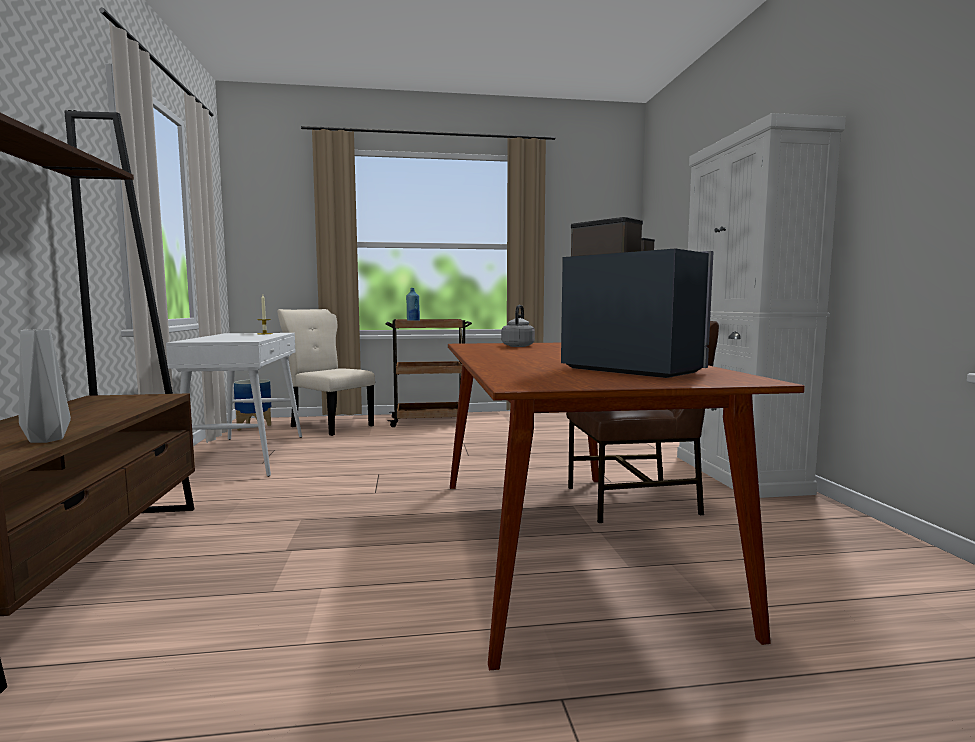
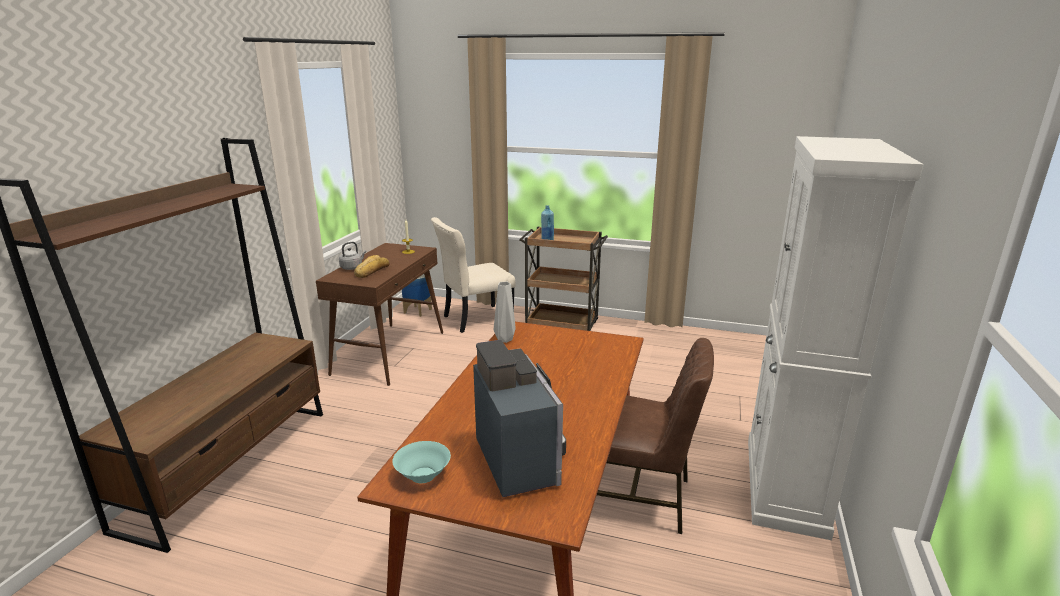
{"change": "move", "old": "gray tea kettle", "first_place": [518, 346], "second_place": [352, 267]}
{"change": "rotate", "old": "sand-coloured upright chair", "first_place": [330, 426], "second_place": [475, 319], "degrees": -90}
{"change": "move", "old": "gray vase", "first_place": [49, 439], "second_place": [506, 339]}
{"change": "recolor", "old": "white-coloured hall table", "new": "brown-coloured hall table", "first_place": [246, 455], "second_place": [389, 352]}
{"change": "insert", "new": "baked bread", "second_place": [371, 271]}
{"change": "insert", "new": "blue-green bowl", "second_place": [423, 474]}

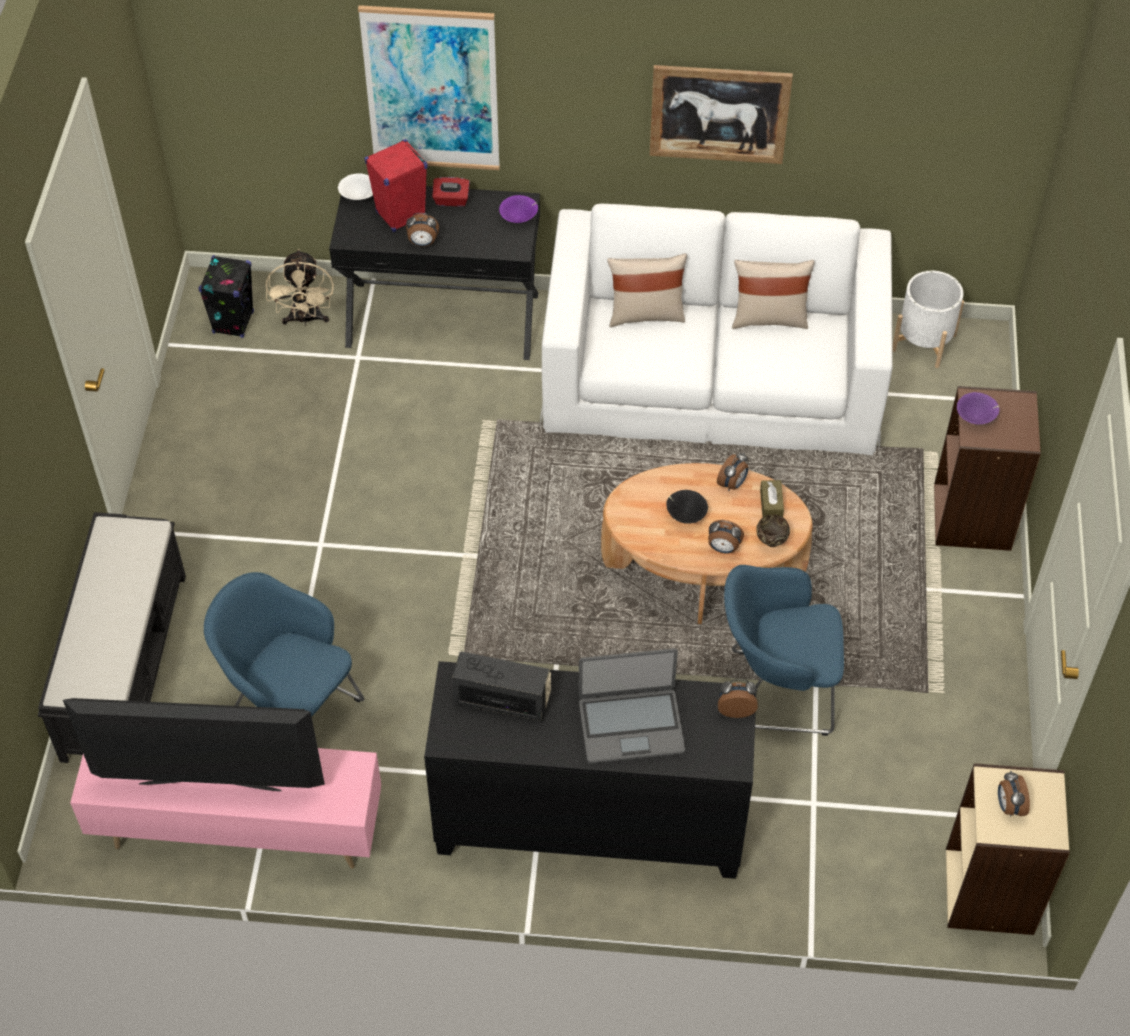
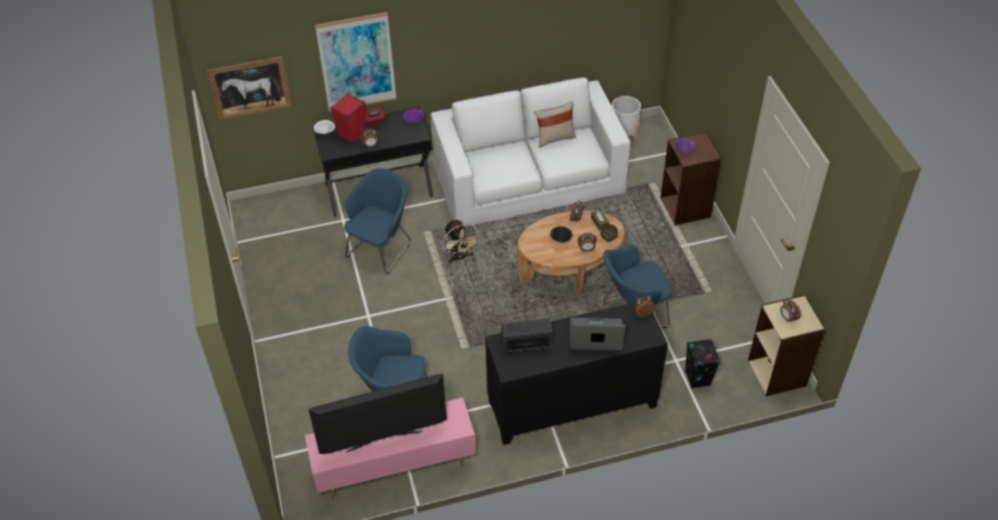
{"change": "move", "old": "wall picture", "first_place": [719, 113], "second_place": [250, 87]}
{"change": "move", "old": "sand-coloured electric fan", "first_place": [305, 319], "second_place": [460, 257]}
{"change": "delete", "old": "sand-coloured cushion", "first_place": [646, 314]}
{"change": "move", "old": "black-coloured audio speaker", "first_place": [233, 322], "second_place": [697, 378]}
{"change": "delete", "old": "black-coloured long seat", "first_place": [125, 664]}
{"change": "rotate", "old": "laptop", "first_place": [631, 725], "second_place": [596, 336], "degrees": -150}
{"change": "insert", "new": "blue armchair", "second_place": [381, 248]}

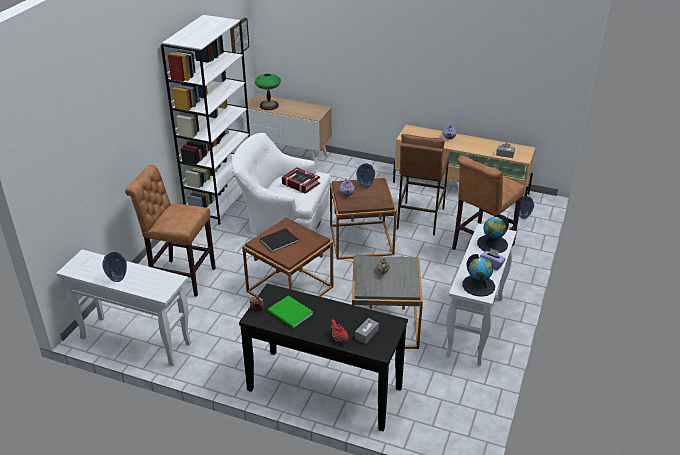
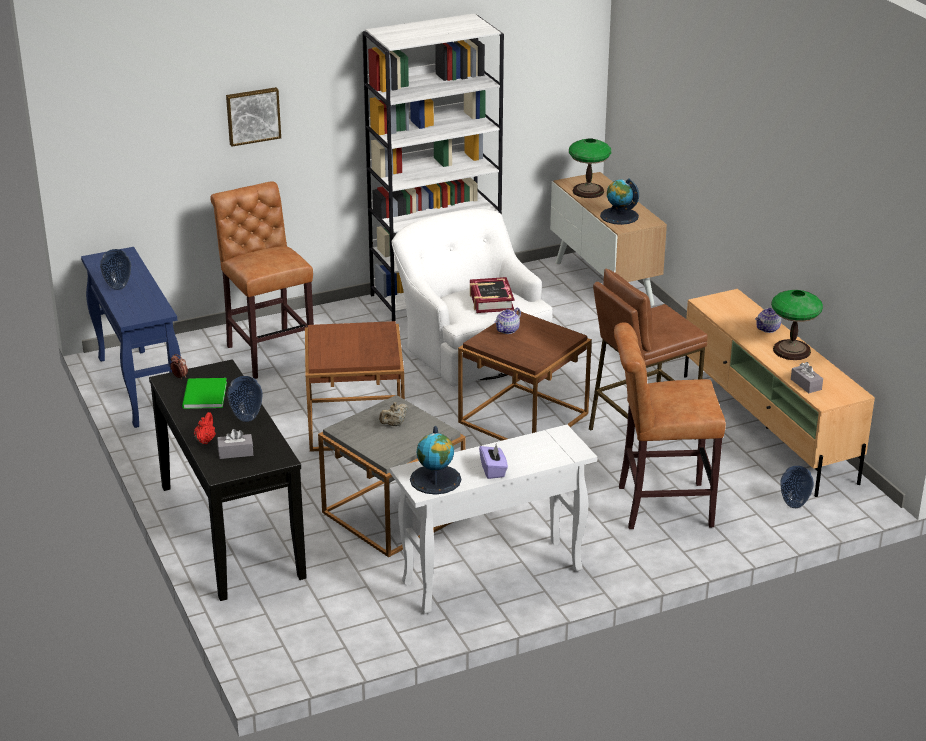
{"change": "move", "old": "wall picture", "first_place": [238, 37], "second_place": [253, 115]}
{"change": "move", "old": "vase", "first_place": [365, 186], "second_place": [247, 418]}
{"change": "move", "old": "desk globe", "first_place": [492, 244], "second_place": [619, 216]}
{"change": "delete", "old": "black-coloured bound book", "first_place": [277, 241]}
{"change": "recolor", "old": "white-coloured hall table", "new": "blue hall table", "first_place": [134, 341], "second_place": [138, 387]}
{"change": "insert", "new": "table lamp", "second_place": [791, 350]}

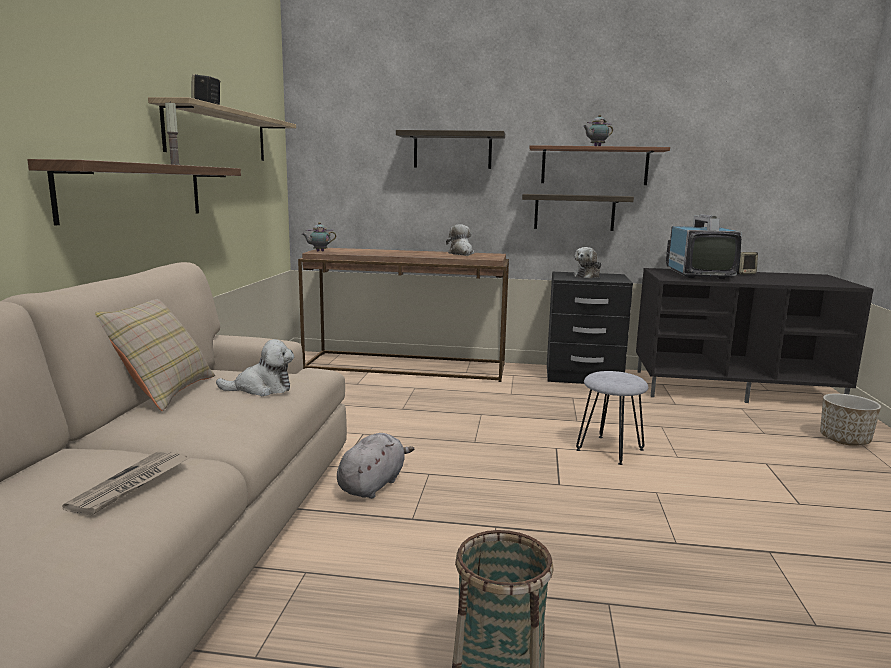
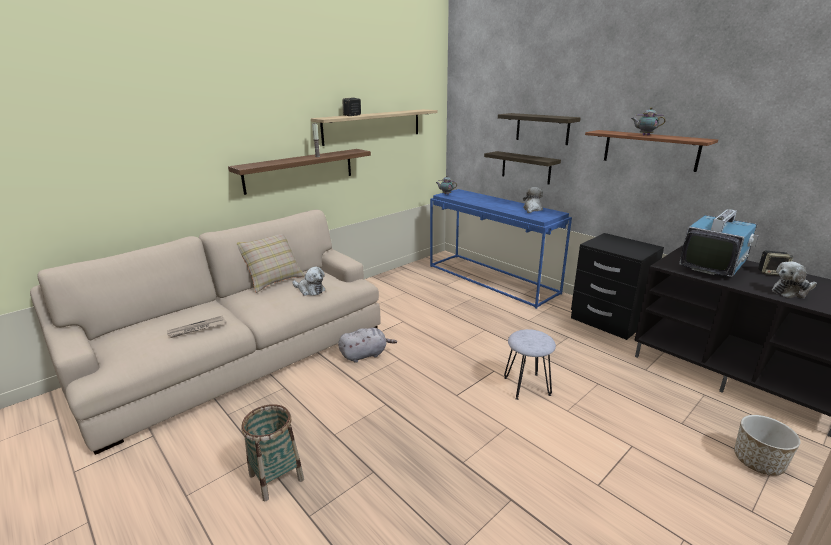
{"change": "move", "old": "shelf", "first_place": [574, 212], "second_place": [526, 167]}
{"change": "move", "old": "cuddly toy", "first_place": [587, 276], "second_place": [791, 292]}
{"change": "recolor", "old": "brown-coloured hall table", "new": "blue hall table", "first_place": [407, 366], "second_place": [492, 279]}

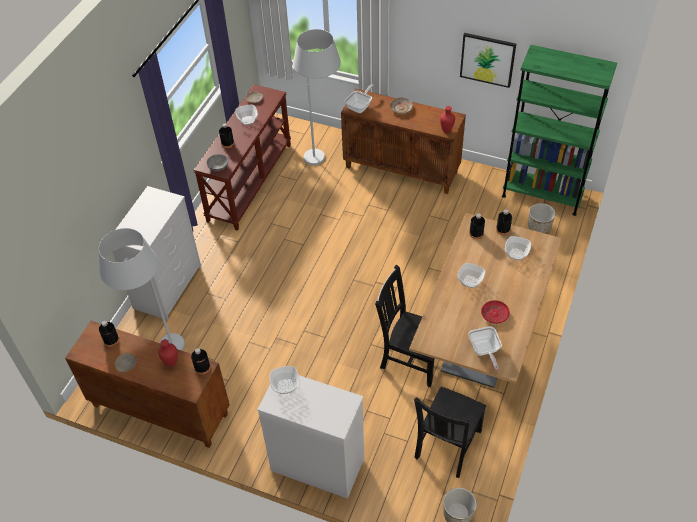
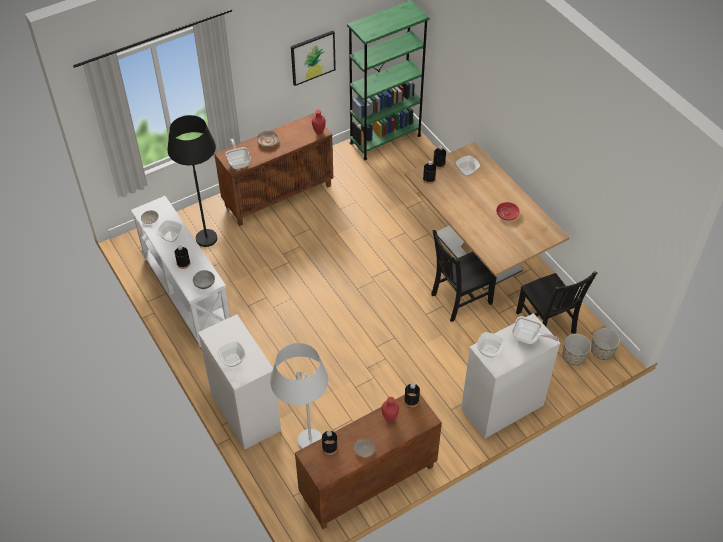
{"change": "recolor", "old": "white-coloured standard lamp", "new": "black-coloured standard lamp", "first_place": [322, 151], "second_place": [206, 229]}
{"change": "recolor", "old": "brown-coloured hall table", "new": "white-coloured hall table", "first_place": [249, 181], "second_place": [186, 294]}
{"change": "move", "old": "plant pot", "first_place": [539, 227], "second_place": [574, 357]}
{"change": "move", "old": "bowl", "first_place": [469, 282], "second_place": [232, 360]}
{"change": "move", "old": "pan", "first_place": [484, 350], "second_place": [528, 338]}

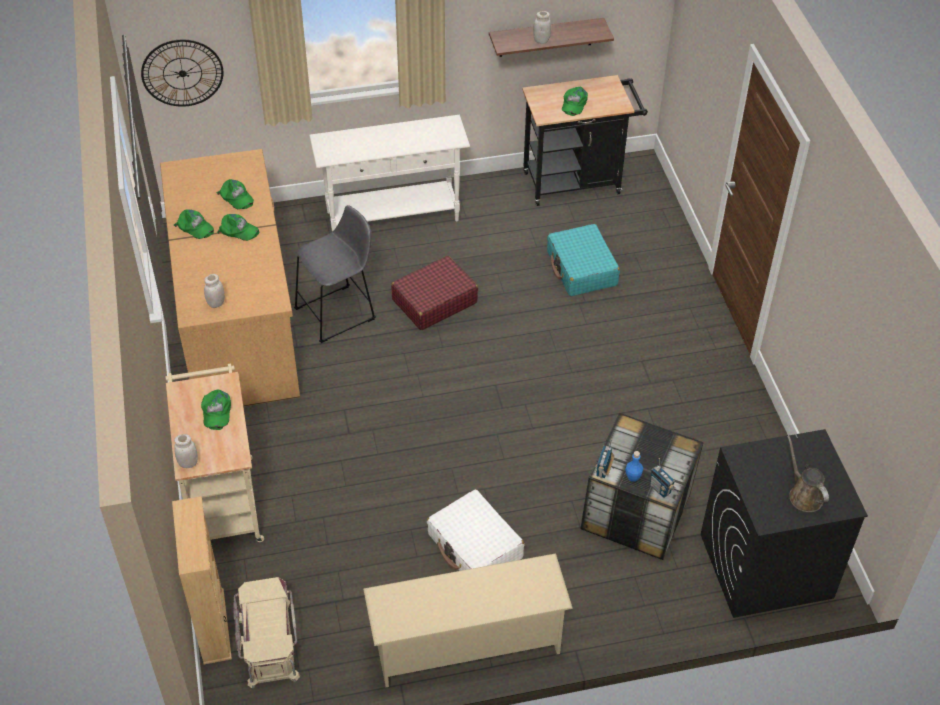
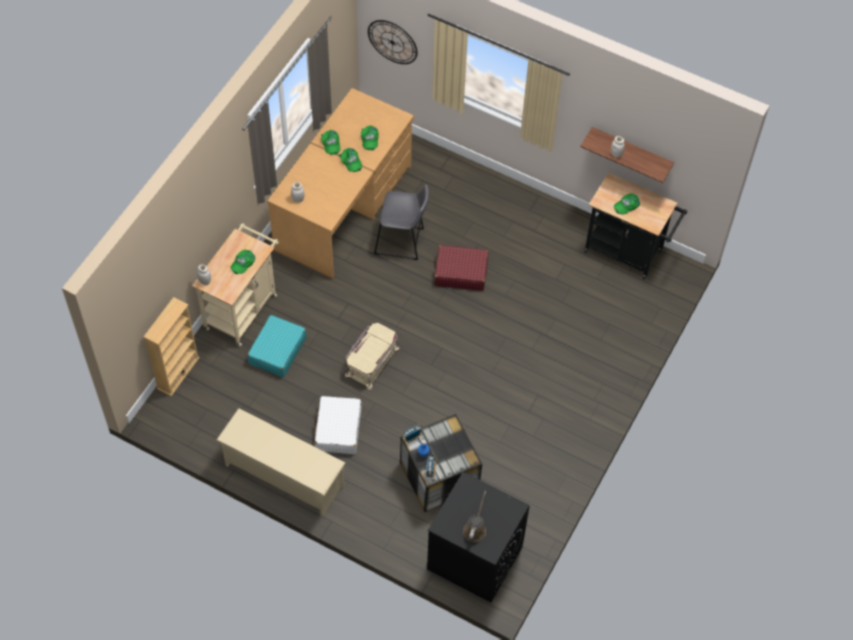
{"change": "delete", "old": "white-coloured hall table", "first_place": [393, 216]}
{"change": "move", "old": "blue-green travel case", "first_place": [581, 269], "second_place": [277, 351]}
{"change": "move", "old": "sand-coloured storage container", "first_place": [268, 642], "second_place": [371, 361]}

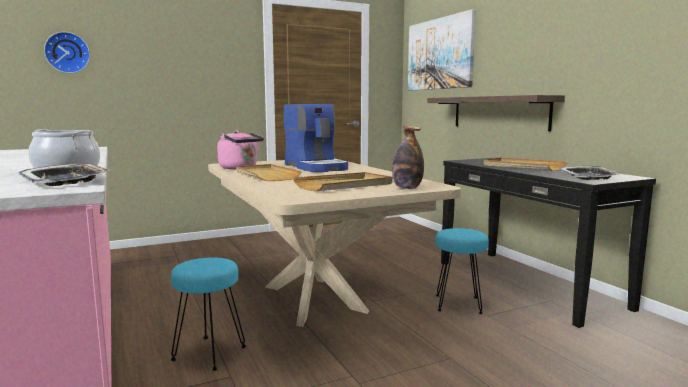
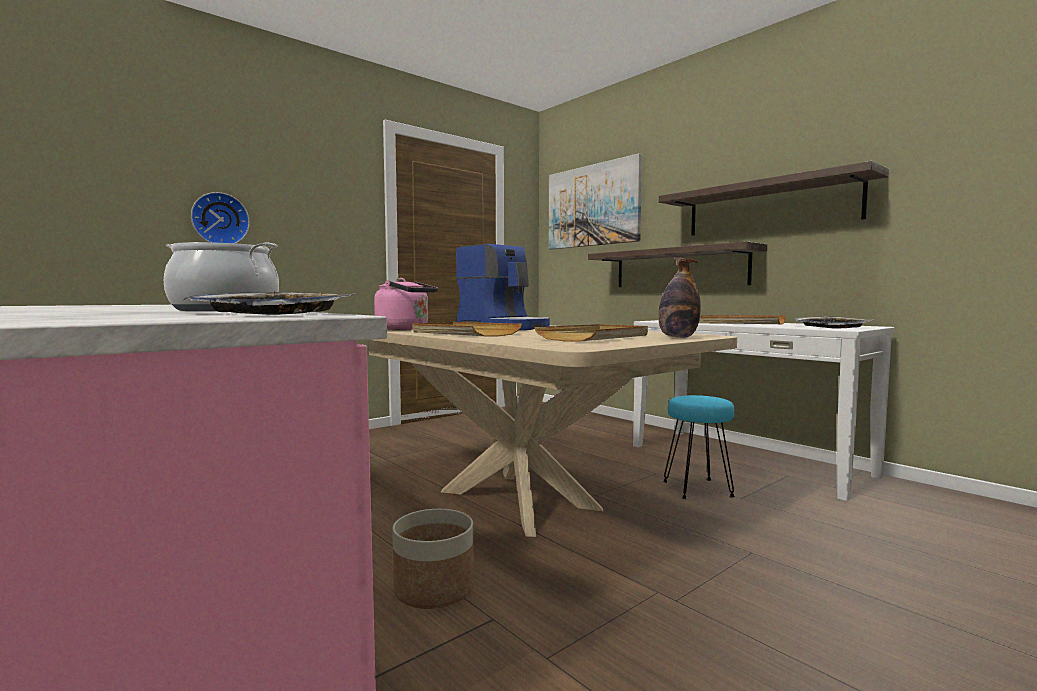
{"change": "move", "old": "wall clock", "first_place": [67, 53], "second_place": [219, 219]}
{"change": "recolor", "old": "black-coloured hall table", "new": "white-coloured hall table", "first_place": [527, 283], "second_place": [746, 460]}
{"change": "replace", "old": "blue-green sitting stool", "new": "plant pot", "first_place": [209, 353], "second_place": [433, 589]}
{"change": "insert", "new": "shelf", "second_place": [769, 207]}

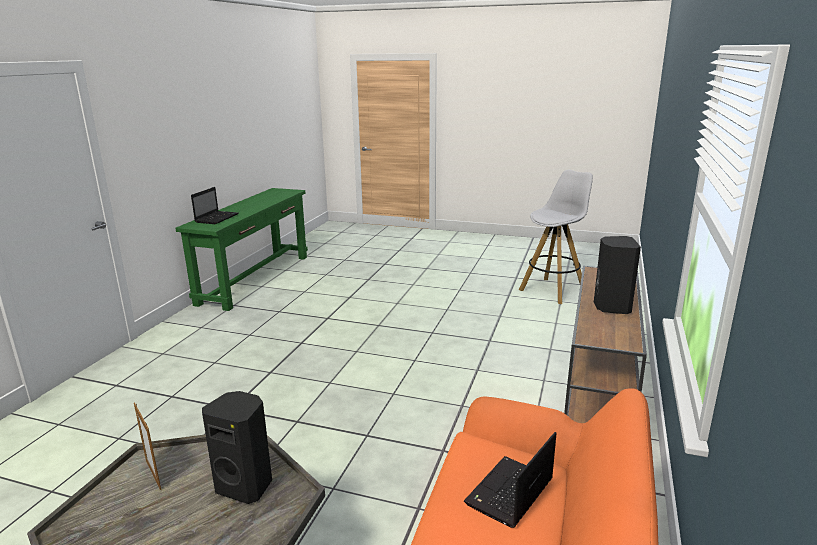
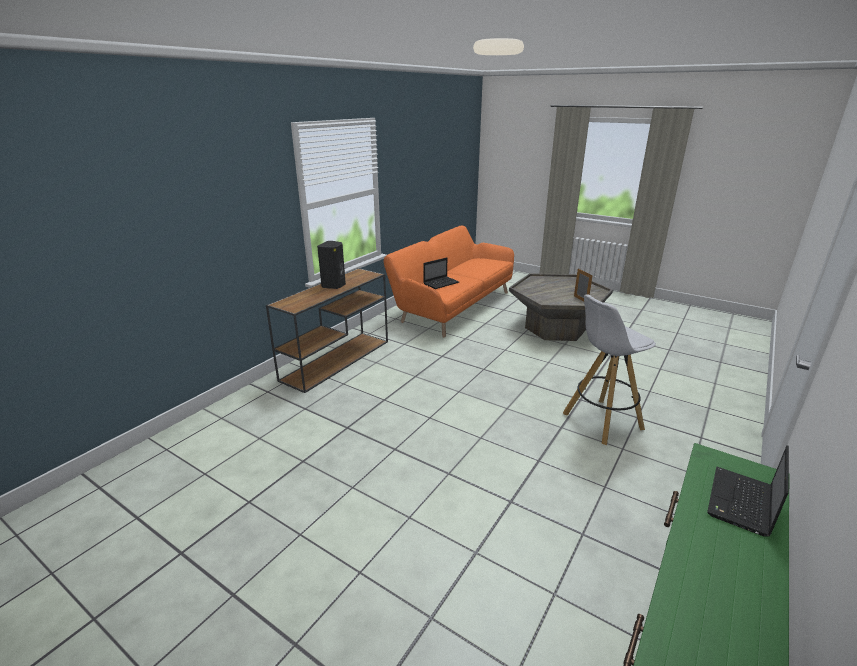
{"change": "move", "old": "white-coloured sitting stool", "first_place": [553, 290], "second_place": [601, 422]}
{"change": "delete", "old": "black-coloured audio speaker", "first_place": [246, 486]}

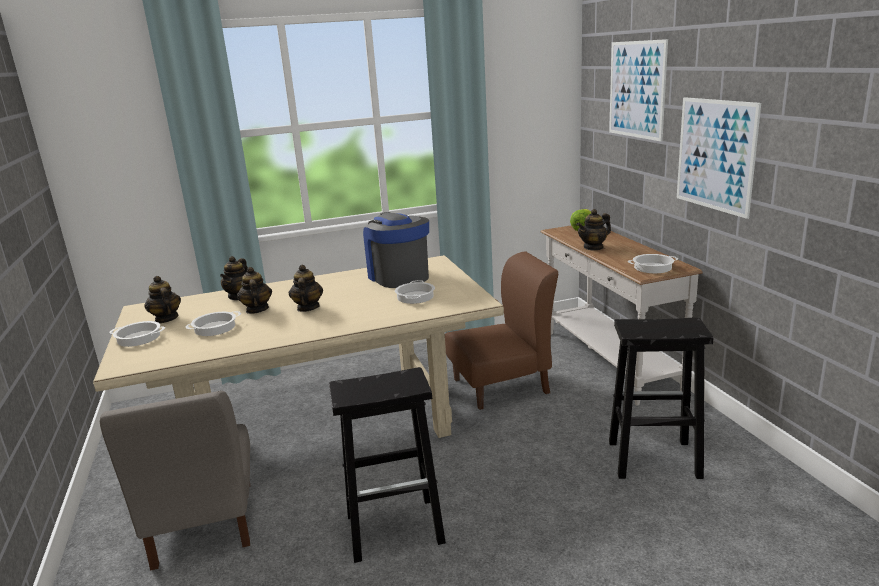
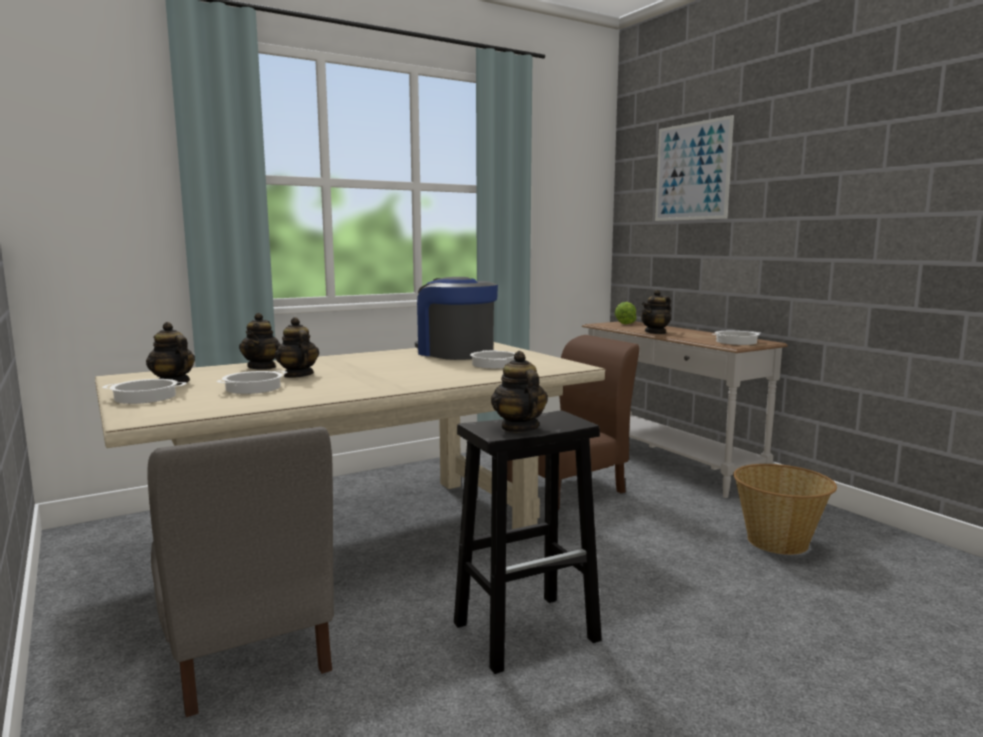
{"change": "delete", "old": "wall picture", "first_place": [715, 155]}
{"change": "move", "old": "pot for tea", "first_place": [307, 308], "second_place": [519, 428]}
{"change": "replace", "old": "black-coloured sitting stool", "new": "basket", "first_place": [652, 459], "second_place": [778, 542]}

